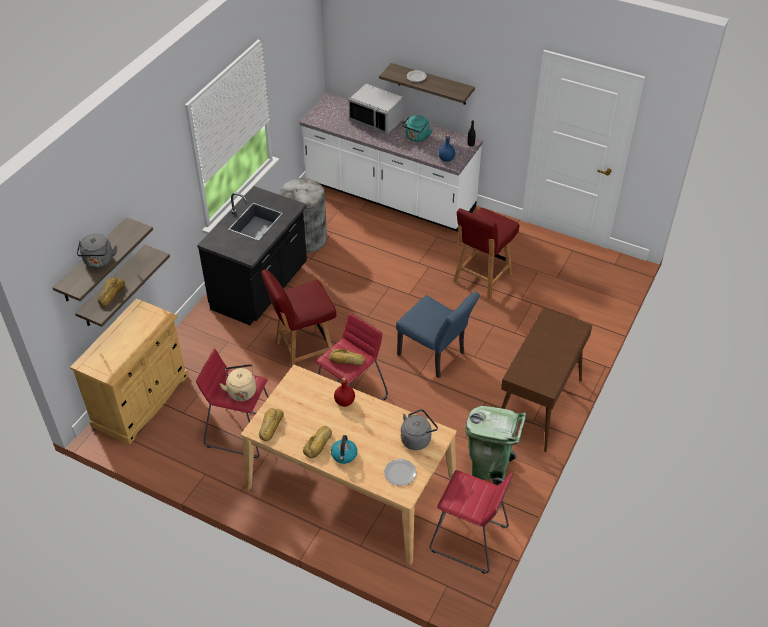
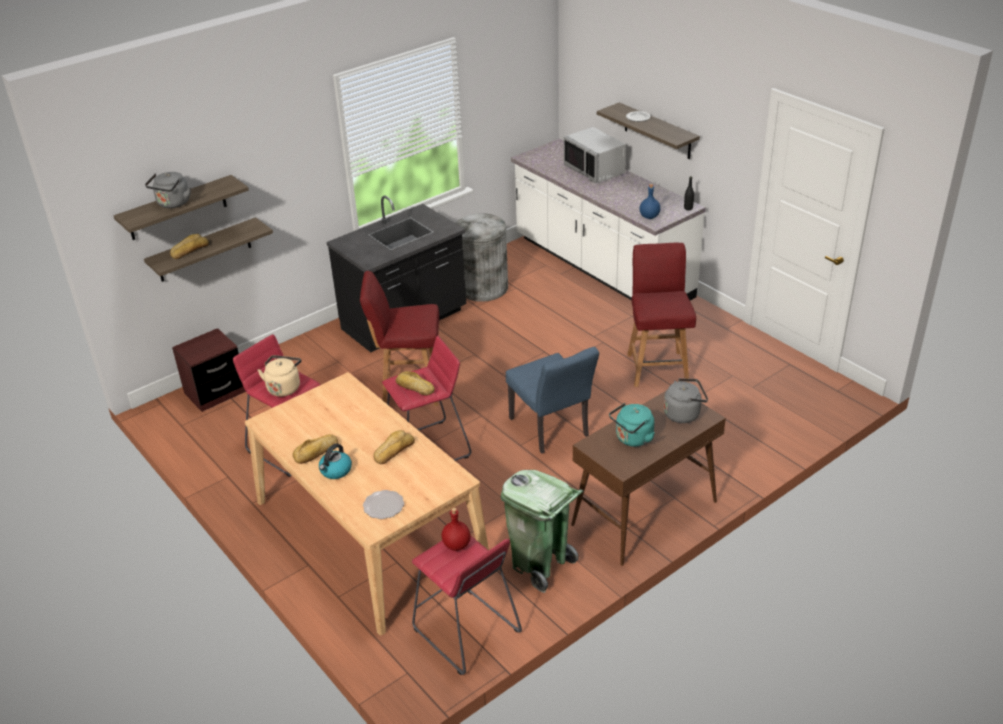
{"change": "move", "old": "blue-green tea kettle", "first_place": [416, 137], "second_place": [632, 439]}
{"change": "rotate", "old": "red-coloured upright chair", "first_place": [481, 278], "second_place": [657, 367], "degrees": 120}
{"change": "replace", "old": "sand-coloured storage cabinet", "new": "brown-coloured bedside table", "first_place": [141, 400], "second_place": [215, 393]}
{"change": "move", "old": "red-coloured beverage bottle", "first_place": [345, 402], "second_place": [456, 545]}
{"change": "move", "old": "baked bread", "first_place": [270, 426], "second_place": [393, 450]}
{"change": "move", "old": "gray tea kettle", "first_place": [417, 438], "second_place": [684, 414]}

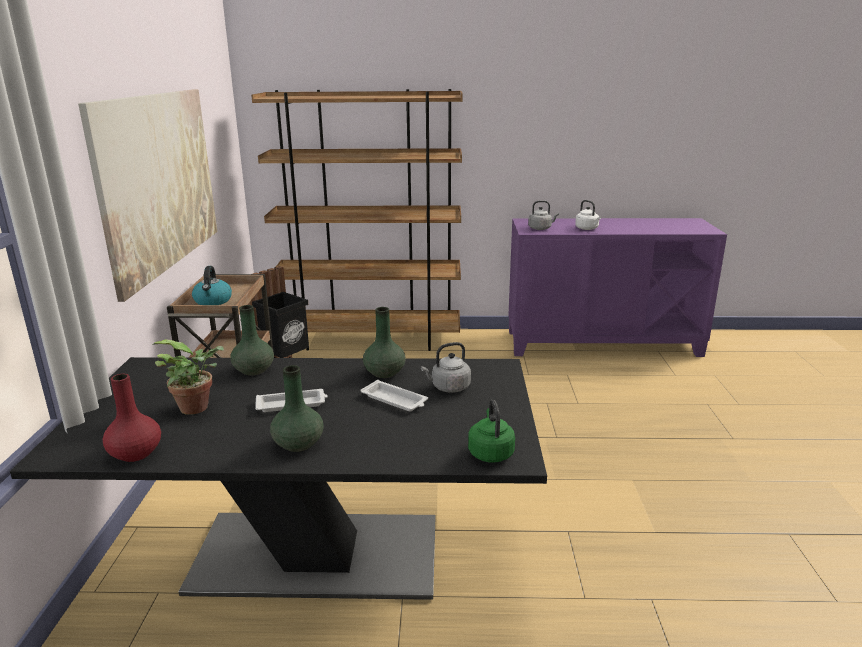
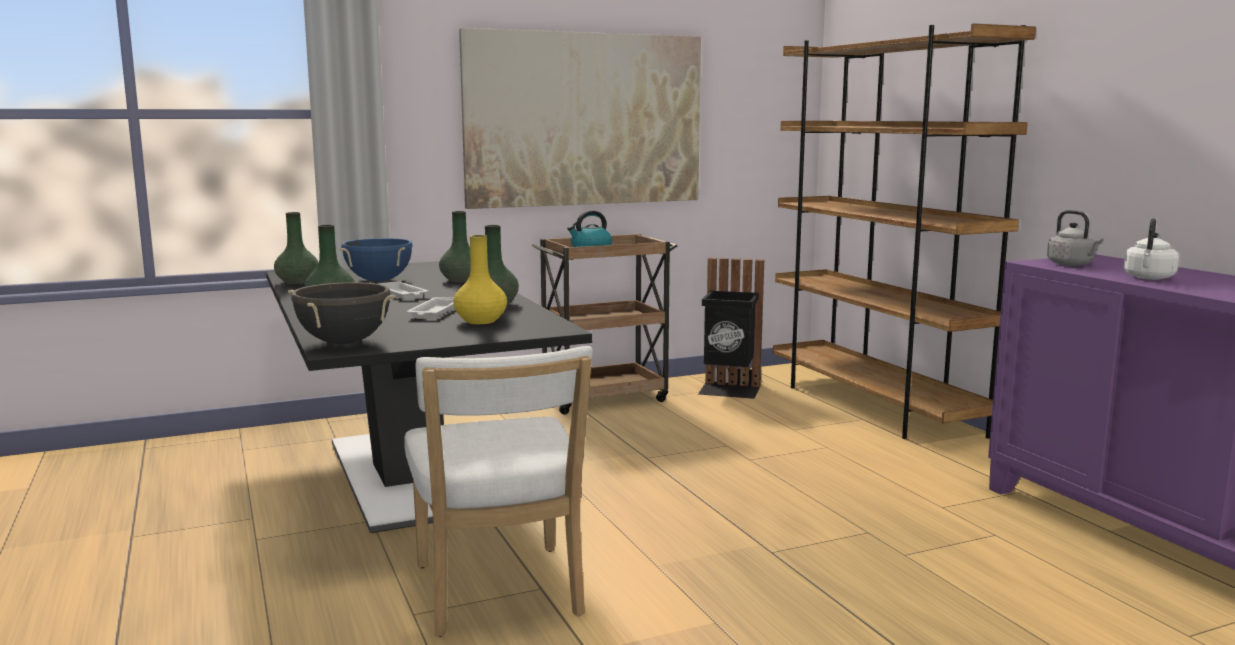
{"change": "replace", "old": "houseplant", "new": "blue saucepot", "first_place": [198, 407], "second_place": [378, 281]}
{"change": "replace", "old": "gray tea kettle", "new": "yellow-coloured vase", "first_place": [448, 387], "second_place": [480, 321]}
{"change": "recolor", "old": "red-coloured vase", "new": "greenish vase", "first_place": [135, 454], "second_place": [297, 282]}
{"change": "replace", "old": "greenish tea kettle", "new": "black-coloured saucepot", "first_place": [490, 452], "second_place": [344, 342]}
{"change": "insert", "new": "white-coloured upright chair", "second_place": [499, 595]}

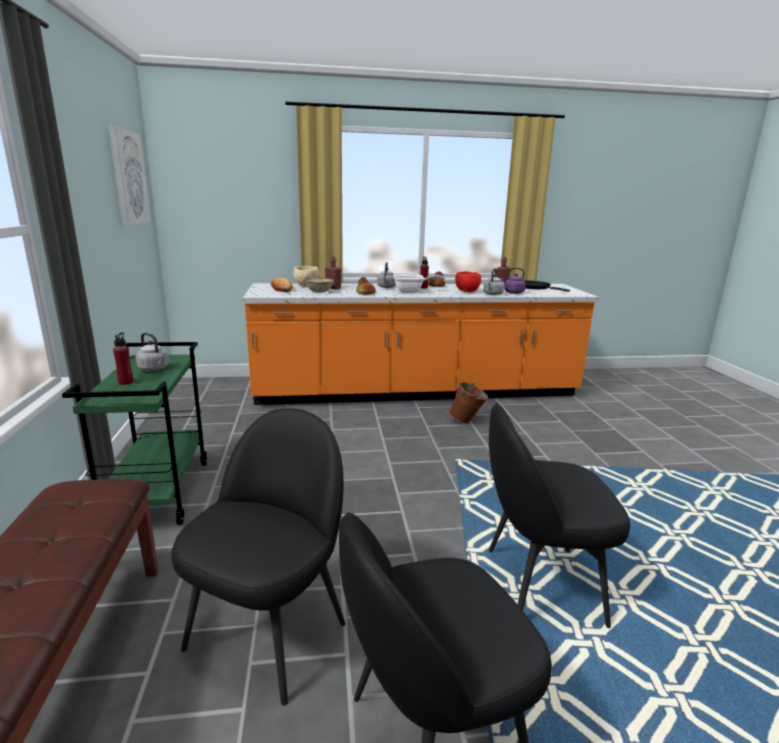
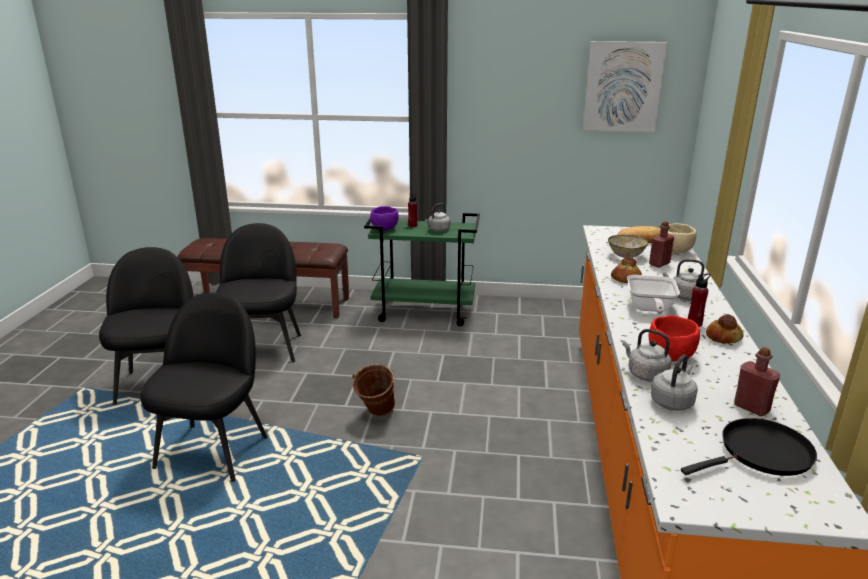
{"change": "recolor", "old": "purple-coloured tea kettle", "new": "gray tea kettle", "first_place": [512, 292], "second_place": [672, 401]}
{"change": "move", "old": "brown-coloured water bucket", "first_place": [467, 421], "second_place": [376, 414]}
{"change": "rotate", "old": "black-coloured upright chair", "first_place": [269, 632], "second_place": [264, 348], "degrees": -135}
{"change": "insert", "new": "purple-coloured bowl", "second_place": [385, 229]}

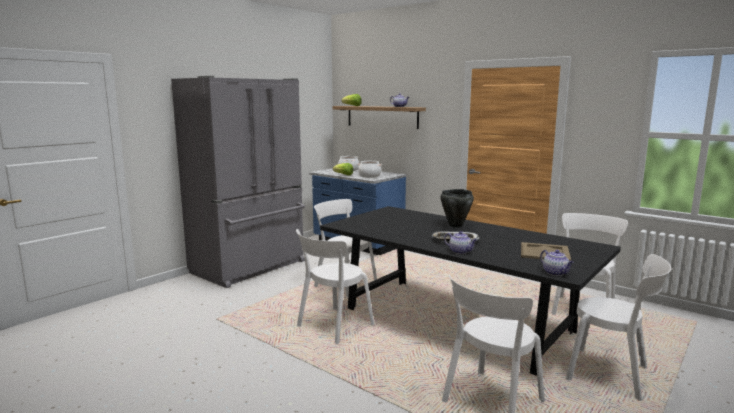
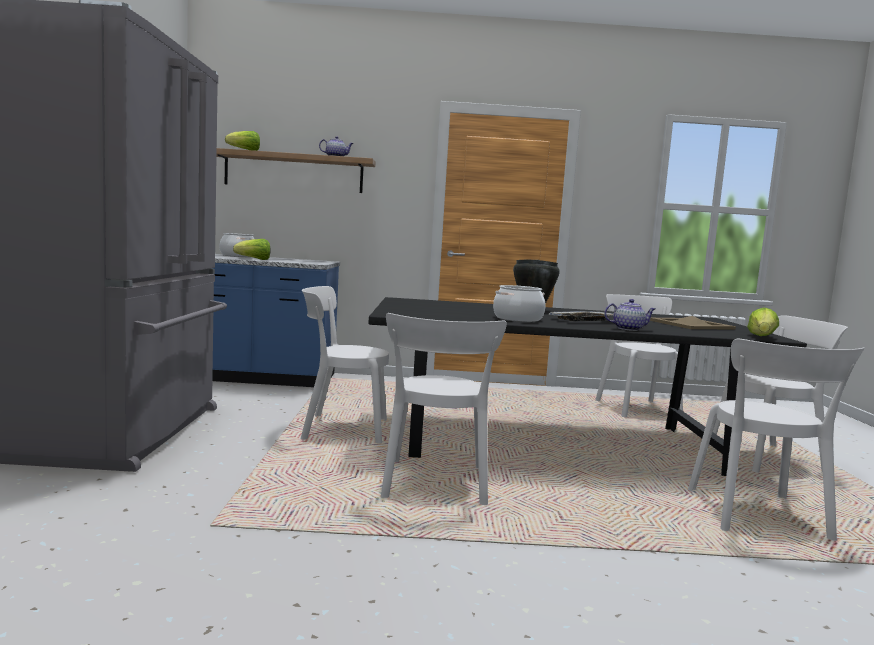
{"change": "move", "old": "saucepot", "first_place": [369, 176], "second_place": [518, 319]}
{"change": "replace", "old": "pot for tea", "new": "head of lettuce", "first_place": [556, 273], "second_place": [761, 337]}

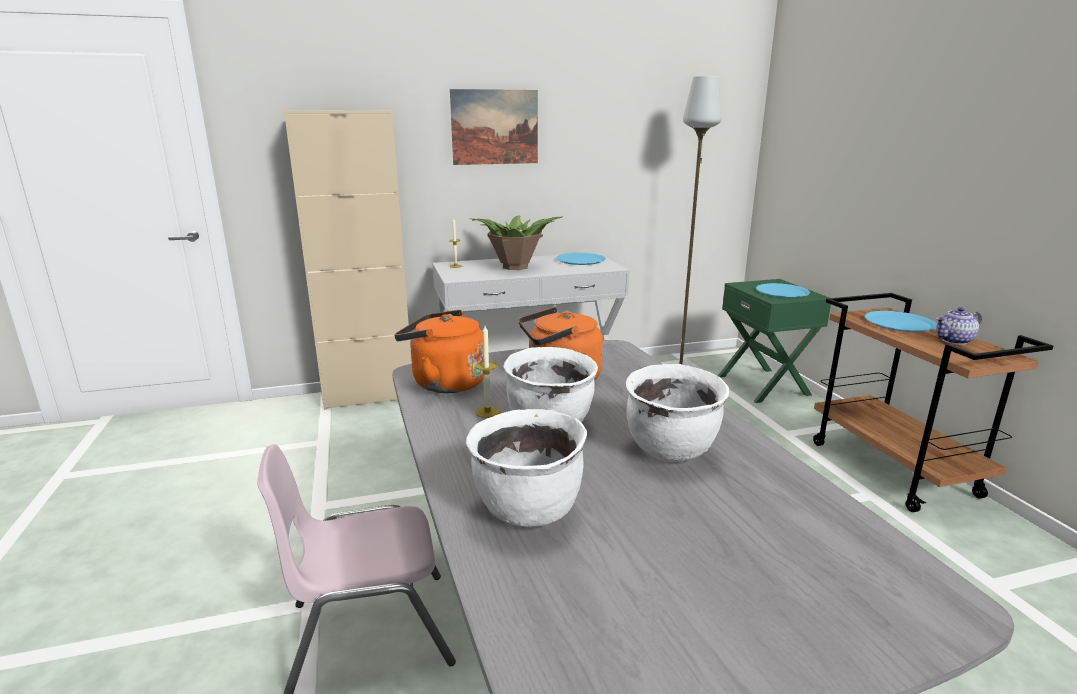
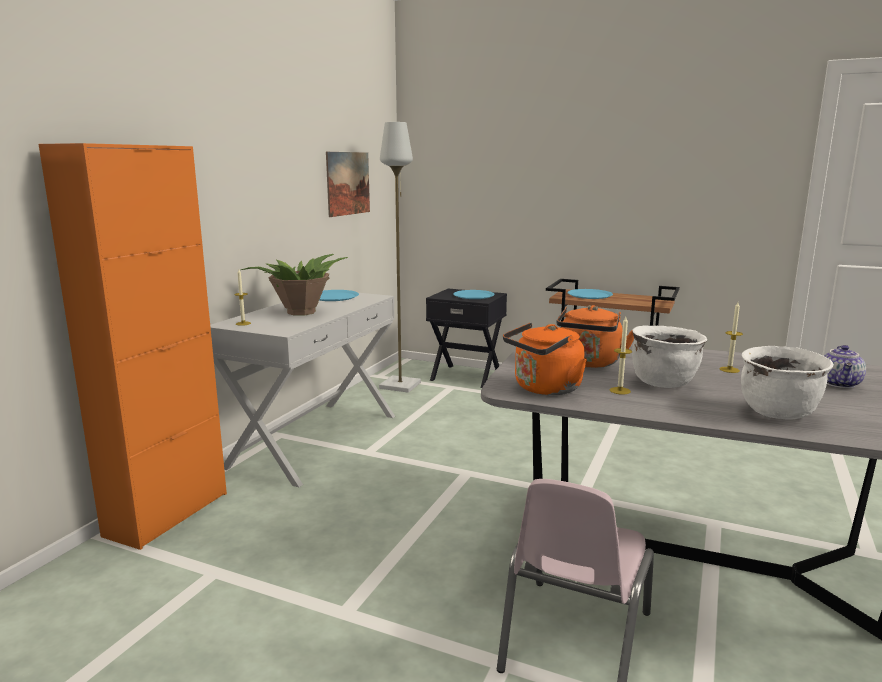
{"change": "move", "old": "wall picture", "first_place": [495, 127], "second_place": [348, 183]}
{"change": "recolor", "old": "sand-coloured storage cabinet", "new": "orange storage cabinet", "first_place": [369, 396], "second_place": [167, 514]}
{"change": "recolor", "old": "greenish bedside table", "new": "black-coloured bedside table", "first_place": [764, 385], "second_place": [466, 376]}
{"change": "move", "old": "pot for tea", "first_place": [954, 341], "second_place": [840, 384]}
{"change": "replace", "old": "white-coloured saucepot", "new": "candle", "first_place": [671, 450], "second_place": [729, 370]}

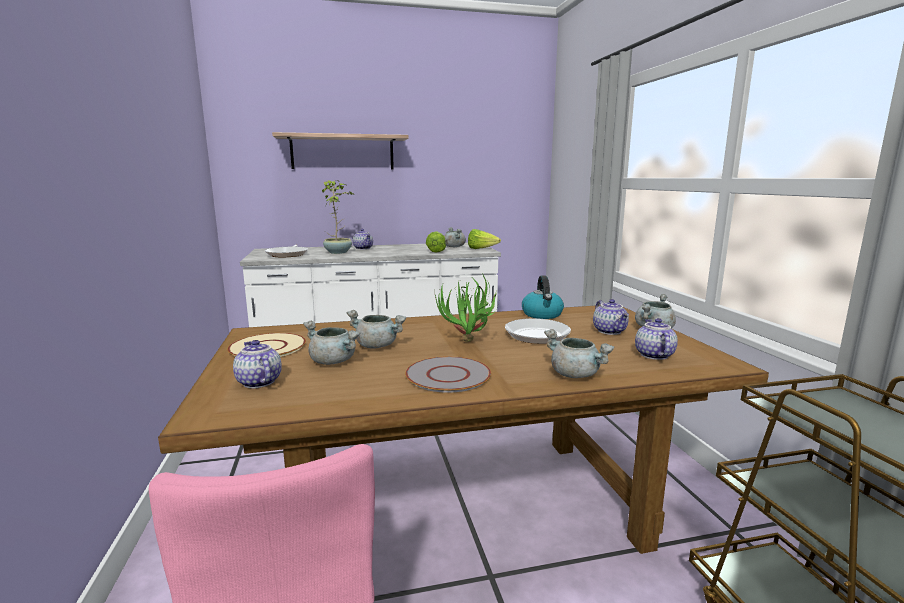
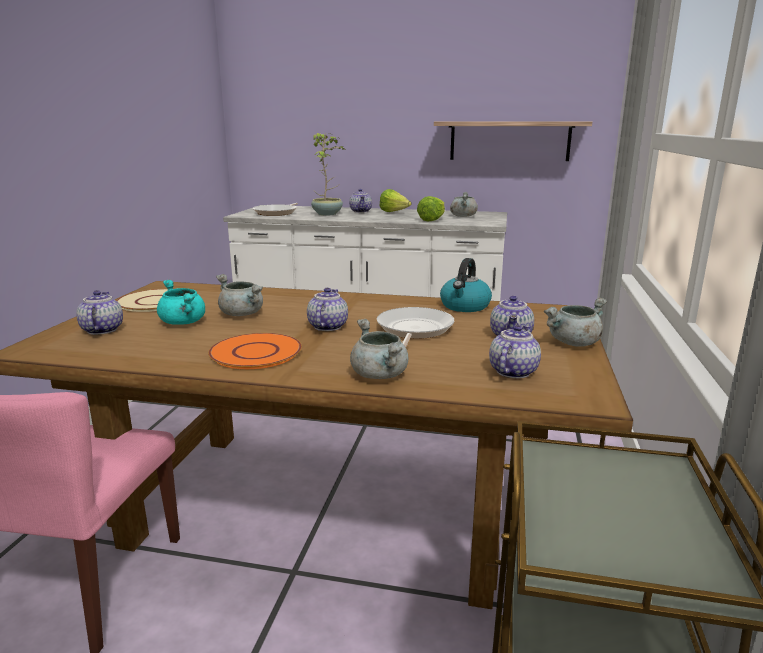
{"change": "move", "old": "shelf", "first_place": [342, 152], "second_place": [509, 141]}
{"change": "move", "old": "head of lettuce", "first_place": [481, 249], "second_place": [394, 212]}
{"change": "replace", "old": "houseplant", "new": "pot for tea", "first_place": [468, 345], "second_place": [327, 326]}
{"change": "recolor", "old": "gray saucepot", "new": "blue-green saucepot", "first_place": [334, 361], "second_place": [184, 323]}
{"change": "recolor", "old": "gray dinner plate", "new": "orange dinner plate", "first_place": [447, 375], "second_place": [255, 352]}

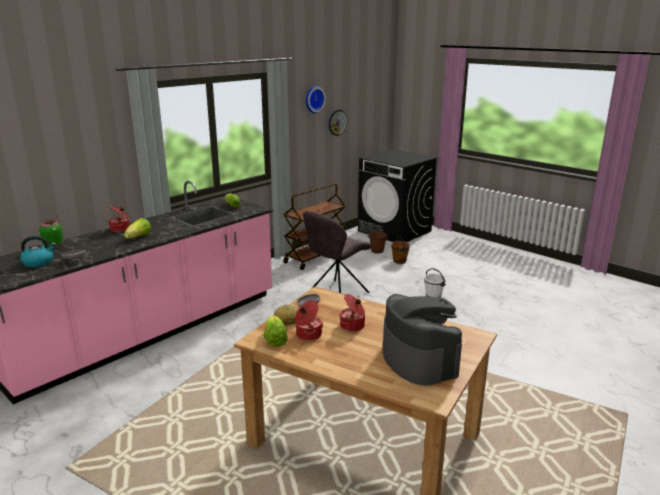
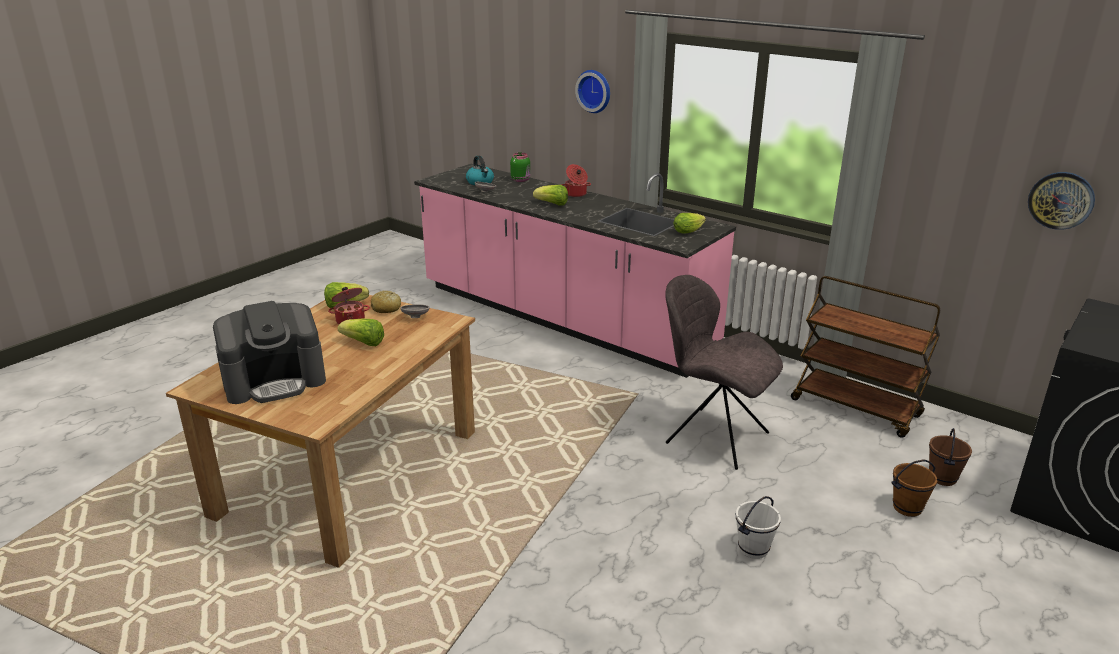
{"change": "move", "old": "wall clock", "first_place": [313, 99], "second_place": [595, 91]}
{"change": "replace", "old": "saucepot", "new": "head of lettuce", "first_place": [353, 326], "second_place": [363, 343]}

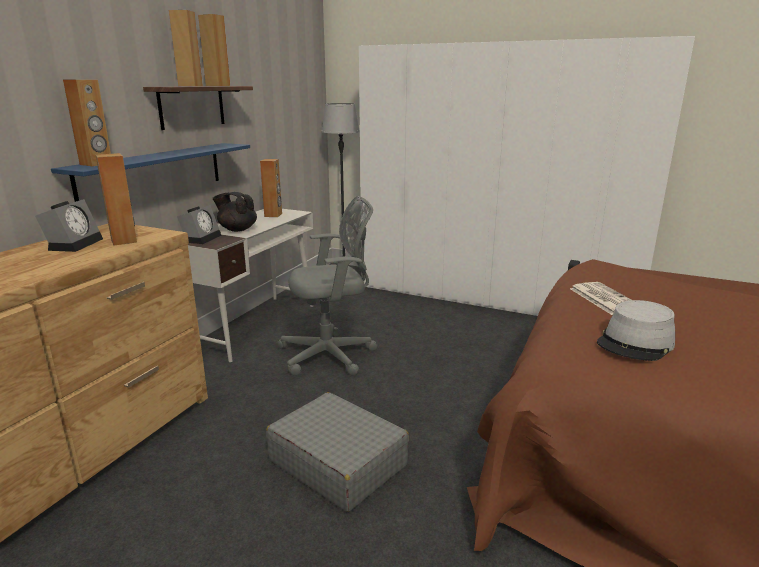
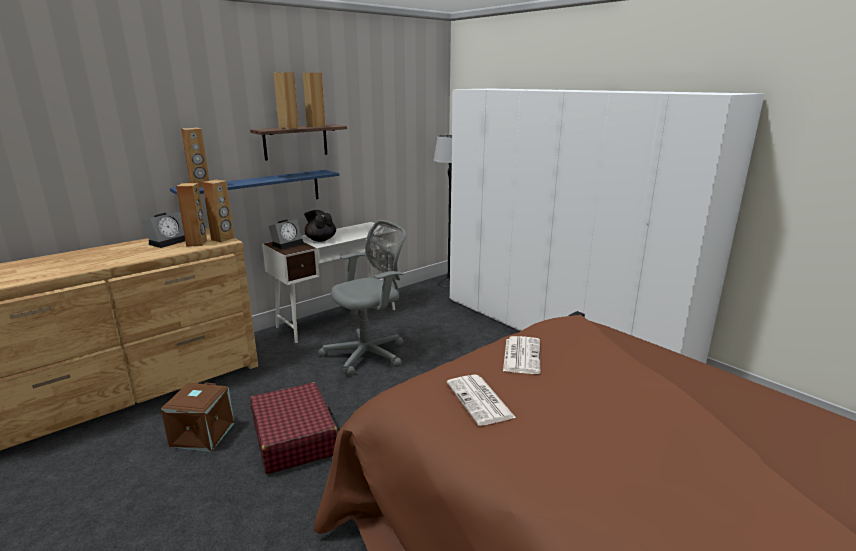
{"change": "move", "old": "brown-coloured audio speaker", "first_place": [273, 215], "second_place": [223, 239]}
{"change": "rotate", "old": "gray desk chair", "first_place": [331, 355], "second_place": [369, 354], "degrees": -45}
{"change": "replace", "old": "gray hat", "new": "newspaper", "first_place": [636, 343], "second_place": [480, 400]}
{"change": "recolor", "old": "gray travel case", "new": "red-coloured travel case", "first_place": [337, 462], "second_place": [294, 438]}
{"change": "insert", "new": "brown-coloured storage container", "second_place": [202, 434]}

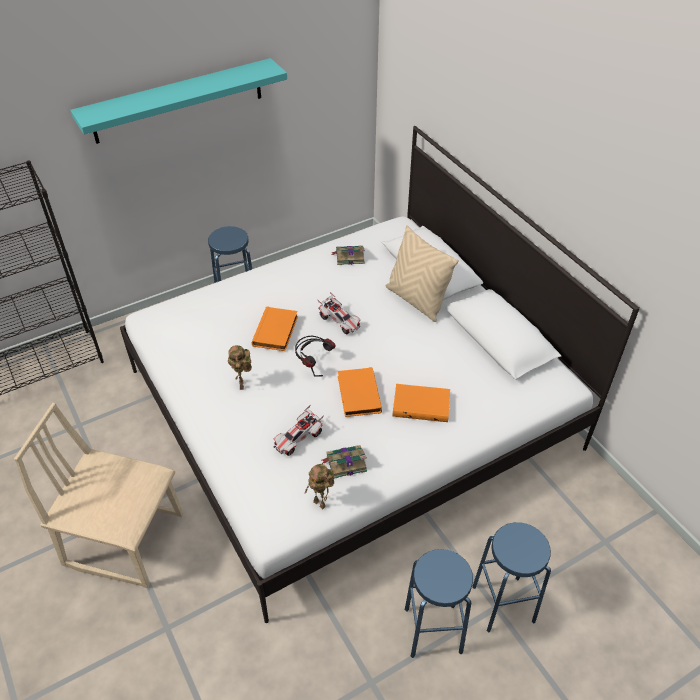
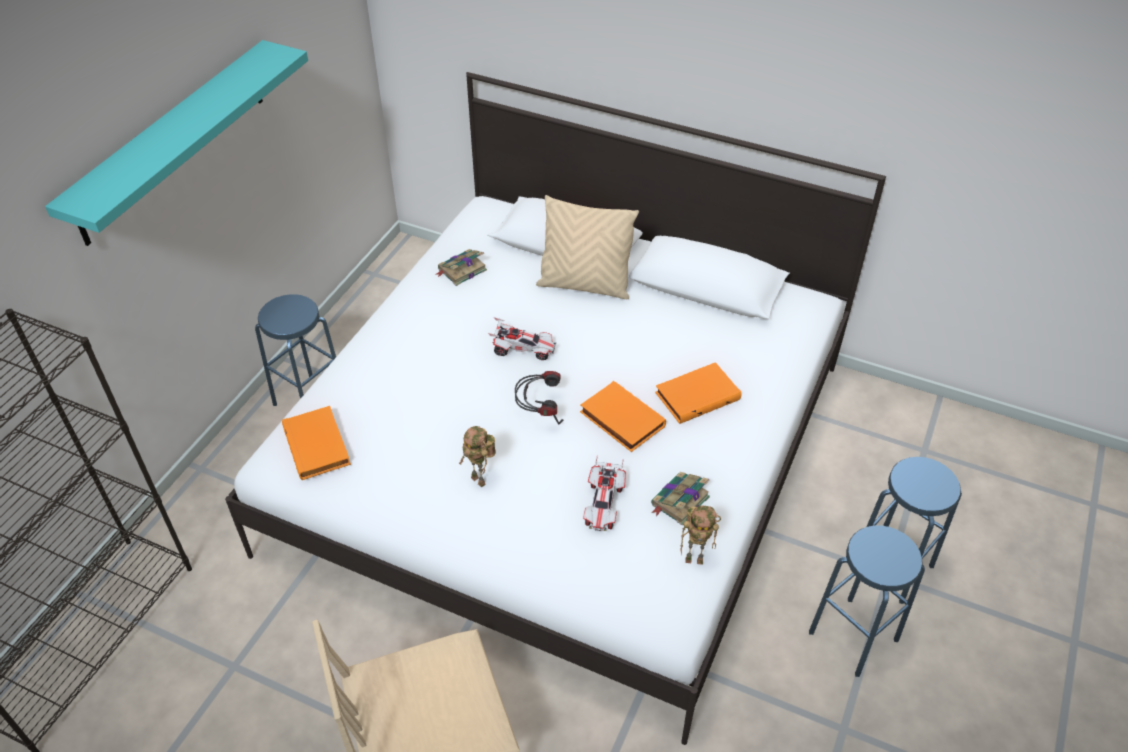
{"change": "move", "old": "orange bound book", "first_place": [276, 331], "second_place": [319, 445]}

